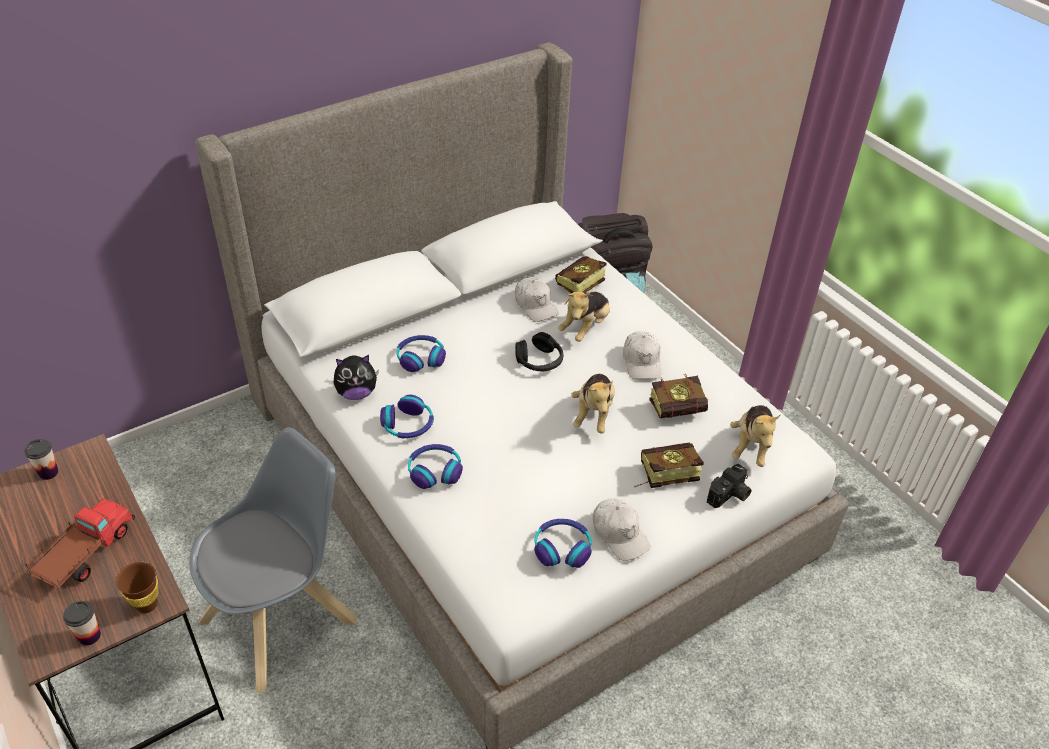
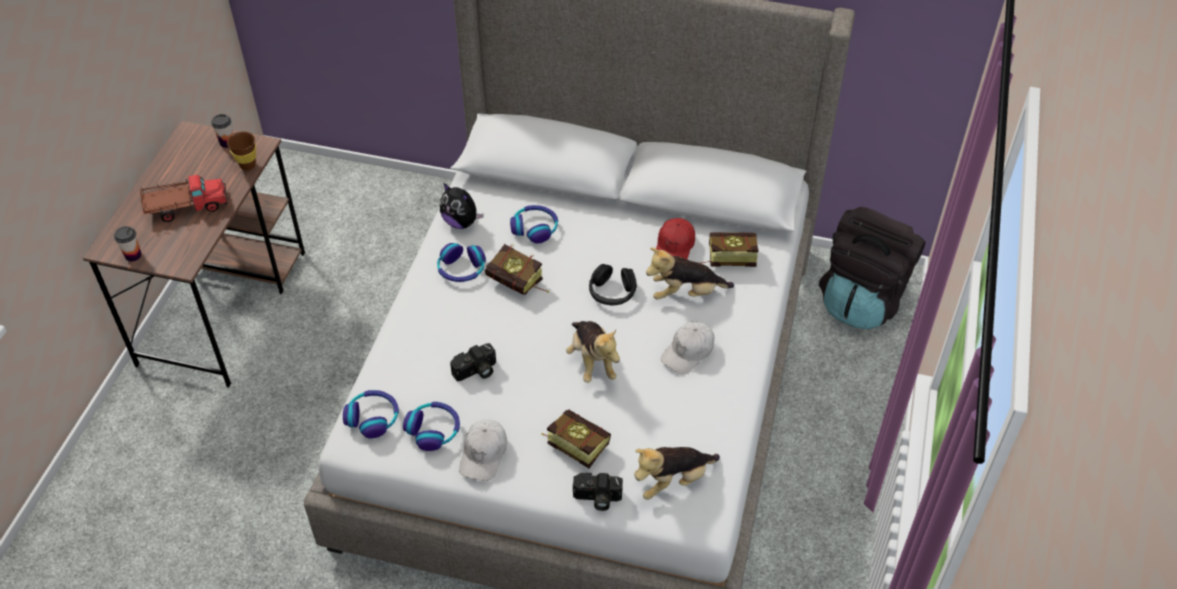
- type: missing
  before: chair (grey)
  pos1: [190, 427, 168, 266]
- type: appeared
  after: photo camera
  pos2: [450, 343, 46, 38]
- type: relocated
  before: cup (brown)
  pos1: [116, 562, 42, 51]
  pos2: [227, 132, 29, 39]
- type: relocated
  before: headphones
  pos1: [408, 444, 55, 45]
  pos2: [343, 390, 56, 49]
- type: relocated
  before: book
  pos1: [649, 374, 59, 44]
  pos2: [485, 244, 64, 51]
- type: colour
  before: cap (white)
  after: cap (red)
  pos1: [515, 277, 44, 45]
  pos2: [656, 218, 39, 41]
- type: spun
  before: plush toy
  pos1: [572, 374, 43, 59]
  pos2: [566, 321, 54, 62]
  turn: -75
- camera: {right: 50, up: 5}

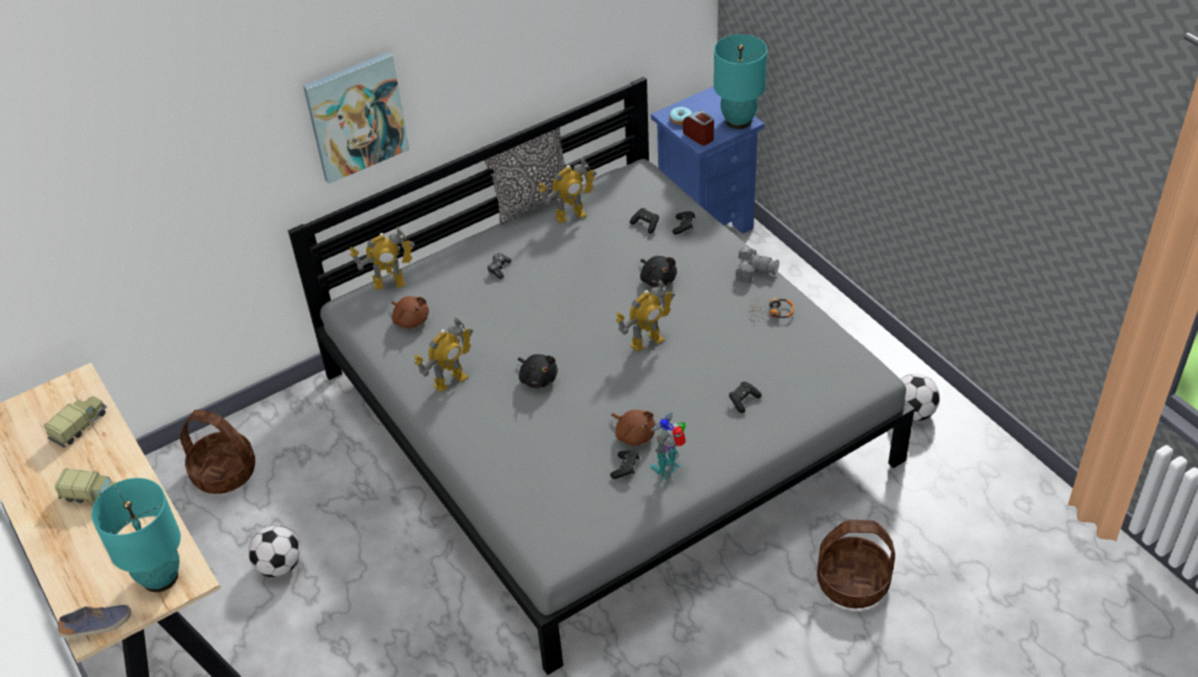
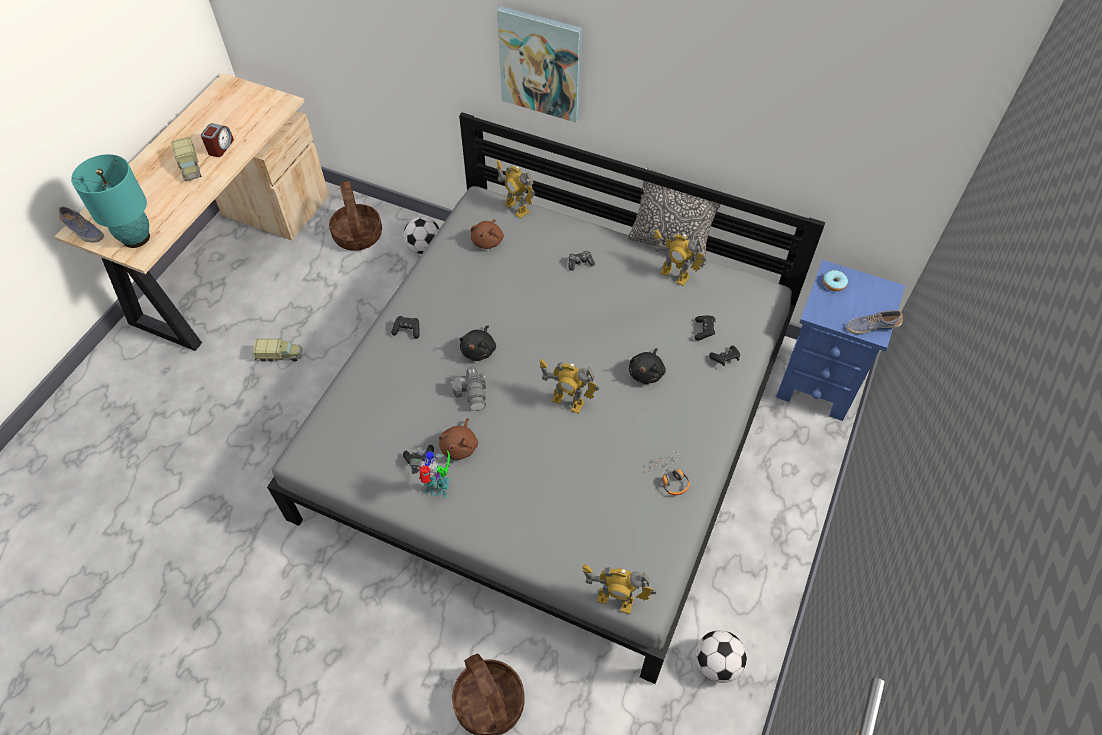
- type: relocated
  before: toy truck
  pos1: [44, 396, 63, 52]
  pos2: [253, 338, 49, 24]
- type: relocated
  before: football
  pos1: [248, 526, 52, 51]
  pos2: [403, 217, 36, 37]
- type: relocated
  before: toy robot
  pos1: [414, 317, 59, 75]
  pos2: [583, 564, 74, 50]
- type: relocated
  before: alarm clock
  pos1: [683, 110, 31, 36]
  pos2: [201, 123, 33, 34]
- type: relocated
  before: game controller (black)
  pos1: [729, 381, 32, 32]
  pos2: [391, 316, 29, 23]
- type: relocated
  before: photo camera
  pos1: [735, 247, 44, 36]
  pos2: [450, 367, 36, 44]
- type: exchanged
  before: table lamp (turquoise)
  after: shoe
  pos1: [714, 34, 53, 95]
  pos2: [846, 310, 57, 24]
- camera: {right: 55, up: 10}

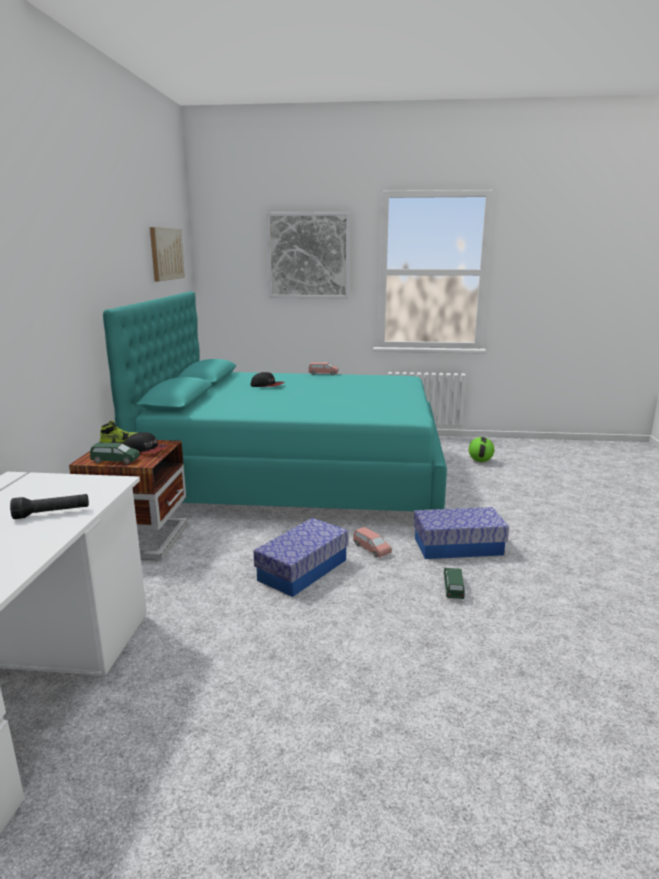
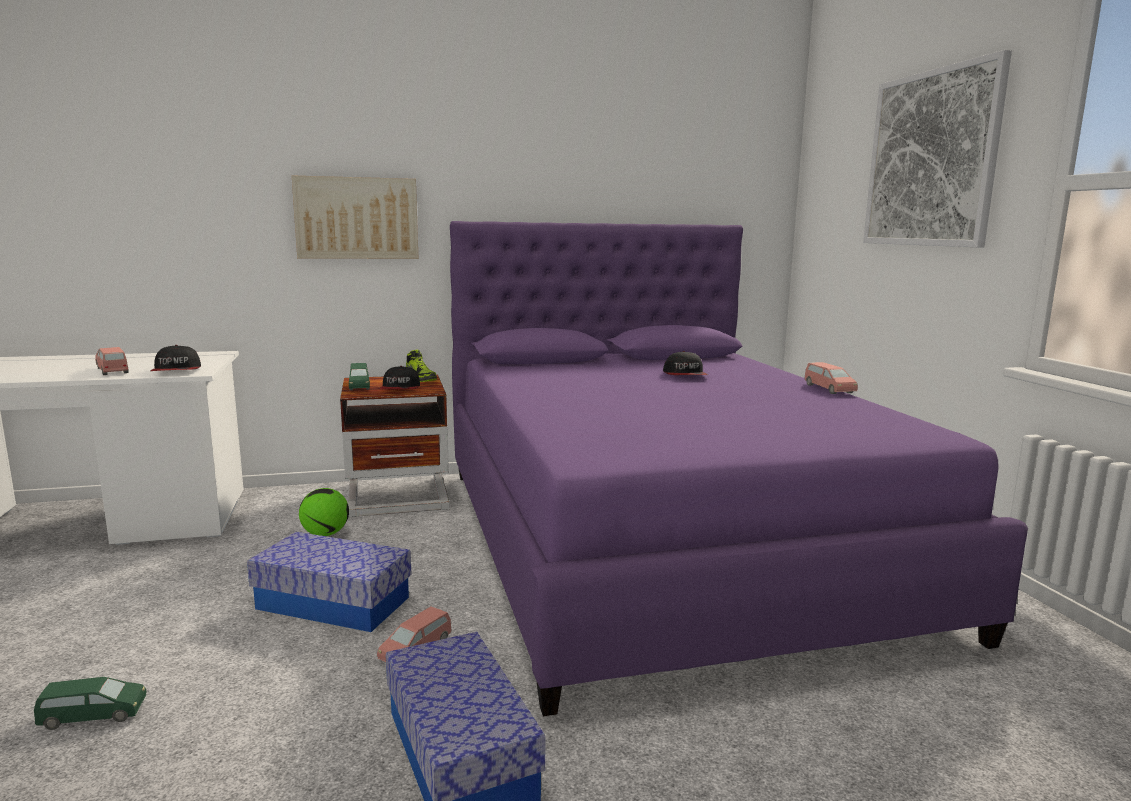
- type: appeared
  after: cap
  pos2: [150, 345, 51, 26]
- type: relocated
  before: picture
  pos1: [150, 227, 35, 54]
  pos2: [292, 175, 126, 84]
- type: relocated
  before: toy car (green)
  pos1: [444, 568, 20, 31]
  pos2: [34, 677, 113, 53]
- type: relocated
  before: football
  pos1: [469, 437, 25, 25]
  pos2: [299, 488, 50, 48]
- type: exchanged
  before: flashlight (black)
  after: toy car (pink)
  pos1: [10, 494, 79, 25]
  pos2: [95, 347, 34, 28]
- type: colour
  before: bed (turquoise)
  after: bed (purple)
  pos1: [103, 291, 344, 220]
  pos2: [450, 221, 578, 495]
- camera: {right: 70, up: -5}

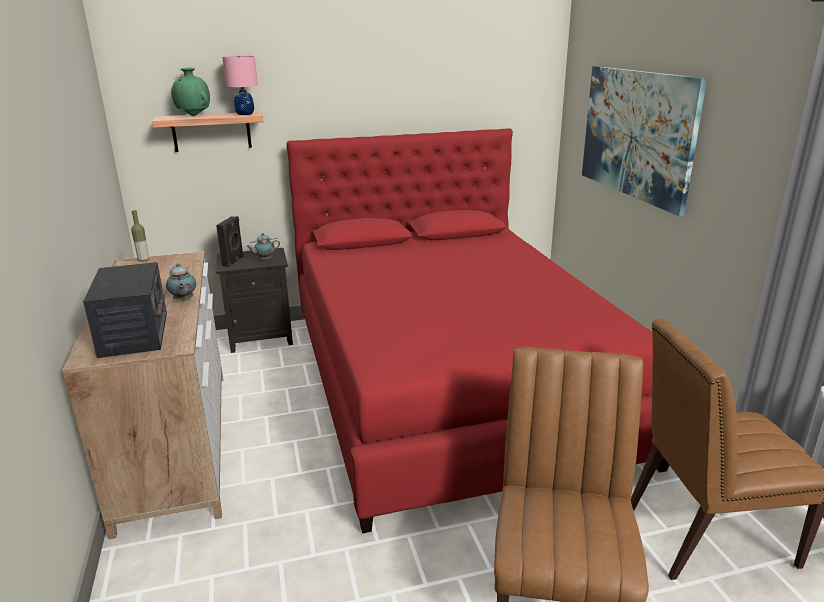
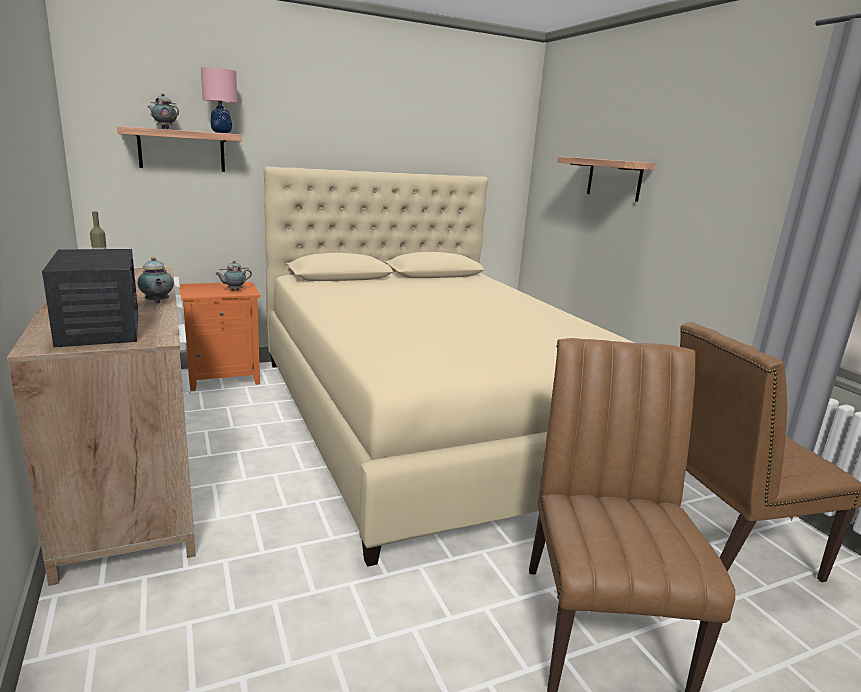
- type: missing
  before: speaker (black)
  pos1: [216, 216, 28, 51]
- type: exchanged
  before: vase (green)
  after: teapot
  pos1: [171, 68, 39, 48]
  pos2: [148, 94, 31, 35]
- type: exchanged
  before: picture
  after: shelf
  pos1: [582, 66, 125, 150]
  pos2: [557, 156, 98, 46]
- type: colour
  before: nightstand (black)
  after: nightstand (orange)
  pos1: [216, 248, 77, 105]
  pos2: [179, 282, 82, 109]
- type: colour
  before: bed (red)
  after: bed (beige)
  pos1: [286, 128, 383, 406]
  pos2: [264, 166, 371, 401]
- camera: {right: -10, up: -5}

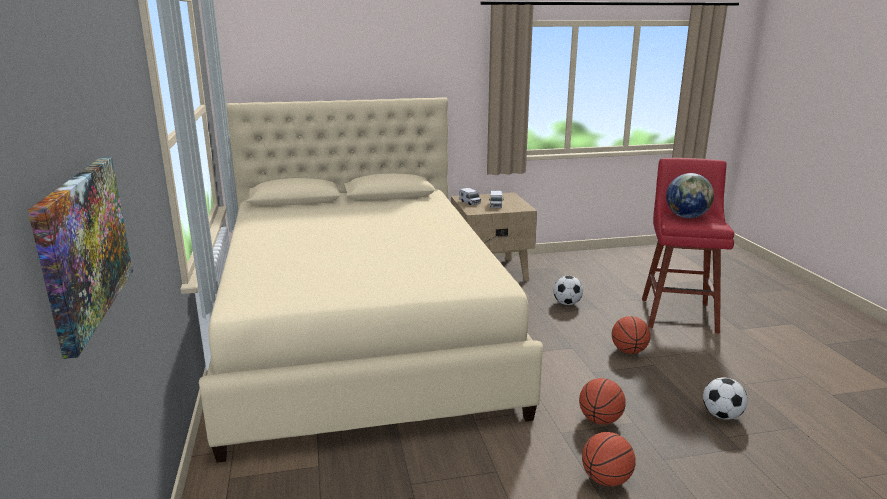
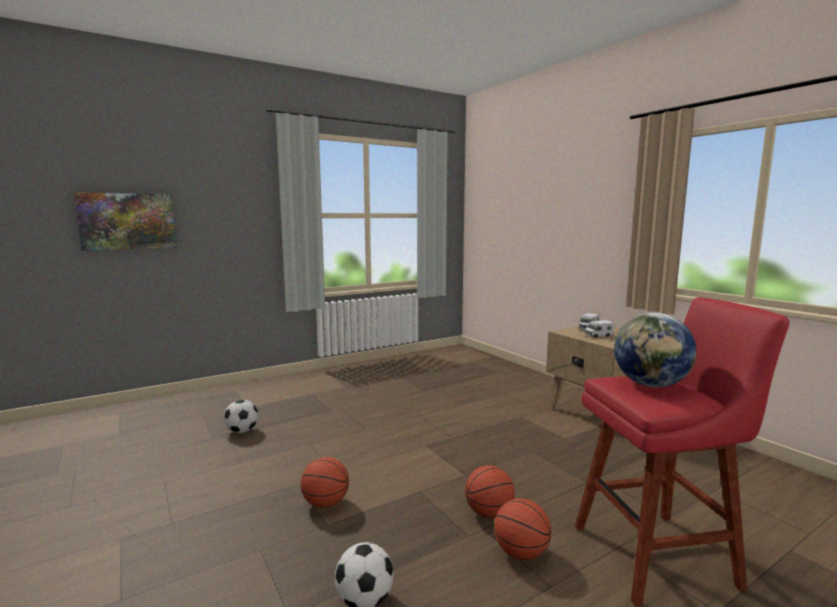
- type: missing
  before: bed (beige)
  pos1: [199, 97, 344, 366]
- type: relocated
  before: football
  pos1: [553, 276, 30, 29]
  pos2: [224, 400, 34, 33]
- type: relocated
  before: basketball
  pos1: [582, 432, 53, 55]
  pos2: [494, 498, 58, 62]
- camera: {right: 70, up: -10}

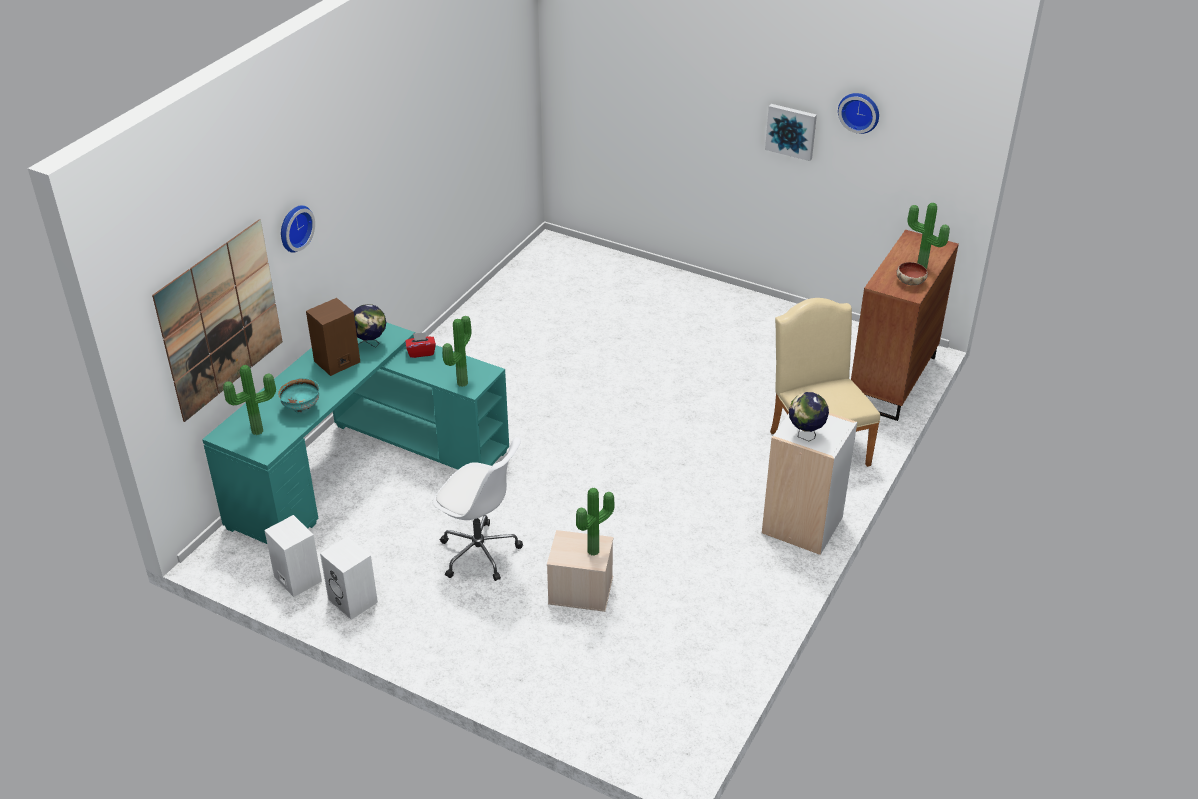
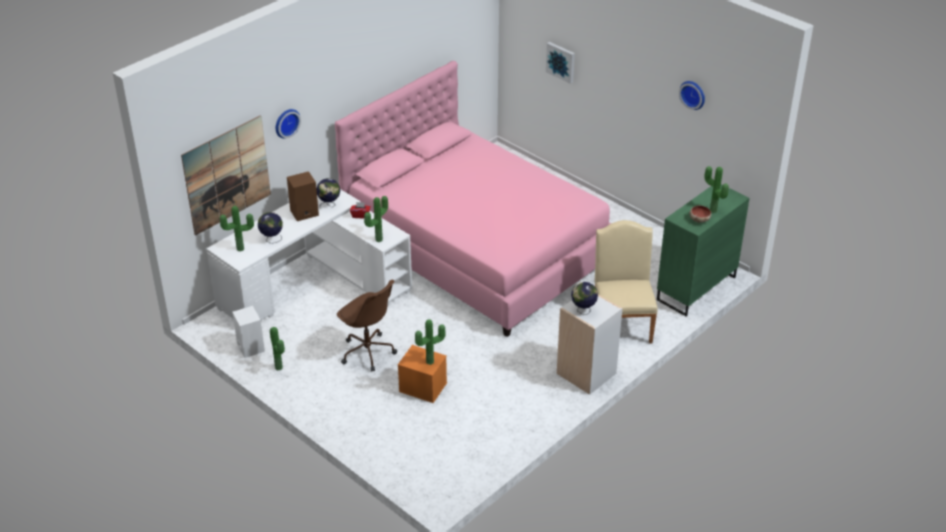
- type: appeared
  after: bed (pink)
  pos2: [335, 61, 276, 276]
- type: relocated
  before: picture
  pos1: [765, 104, 52, 57]
  pos2: [546, 42, 29, 42]
- type: exchanged
  before: bowl (turquoise)
  after: globe
  pos1: [277, 378, 43, 36]
  pos2: [258, 212, 25, 31]
- type: exchanged
  before: speaker (white)
  after: potted plant
  pos1: [320, 536, 58, 84]
  pos2: [270, 327, 15, 44]
- type: colour
  before: desk (turquoise)
  after: desk (white)
  pos1: [202, 322, 307, 222]
  pos2: [206, 187, 206, 134]
- type: colour
  before: office chair (white)
  after: office chair (brown)
  pos1: [432, 437, 91, 144]
  pos2: [337, 279, 60, 92]
- type: colour
  before: storage box (beige)
  after: storage box (orange)
  pos1: [547, 530, 67, 82]
  pos2: [398, 345, 49, 58]
- type: colour
  before: dresser (brown)
  after: dresser (green)
  pos1: [851, 230, 108, 191]
  pos2: [657, 184, 93, 133]
- camera: {right: 15, up: 0}

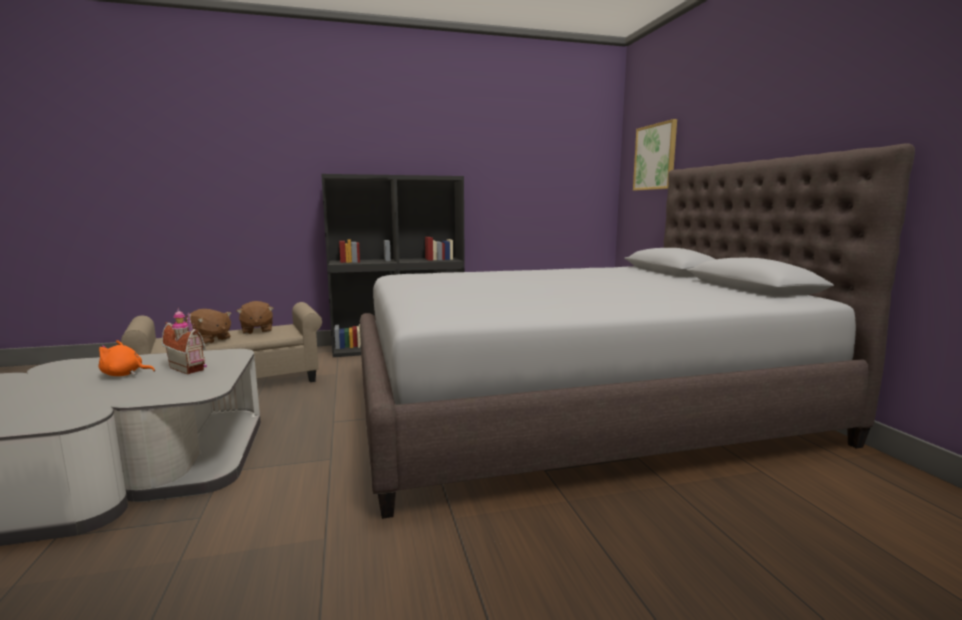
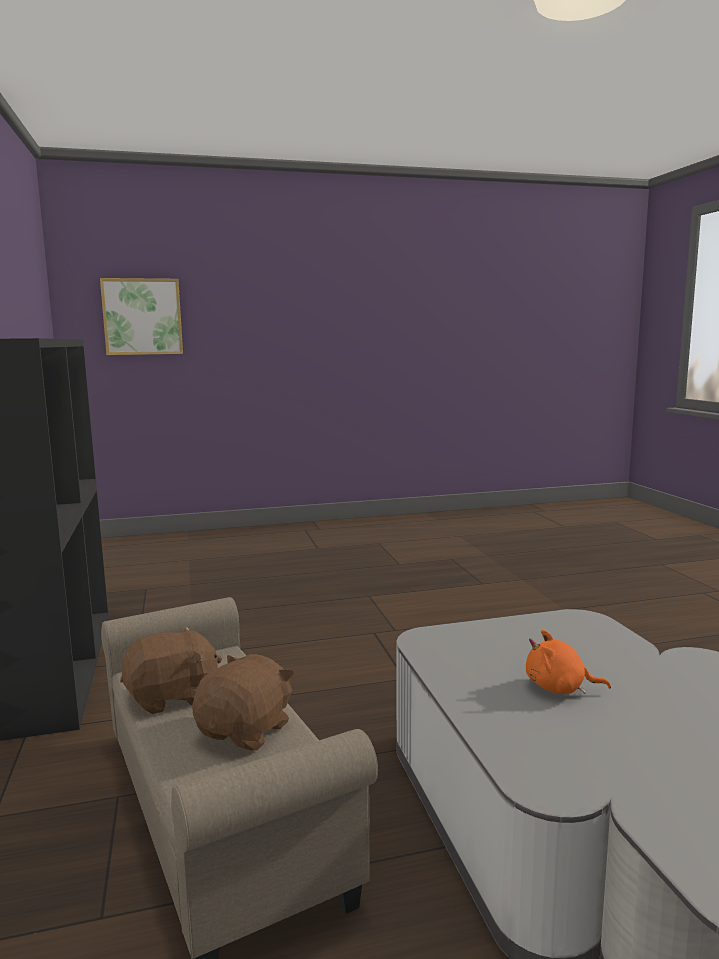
- type: missing
  before: toy house
  pos1: [162, 308, 45, 67]
- type: missing
  before: bed (grey)
  pos1: [360, 143, 555, 376]
- type: spun
  before: plush toy (orange)
  pos1: [99, 340, 56, 36]
  pos2: [526, 630, 85, 64]
  turn: 105
- camera: {right: -90, up: 0}

